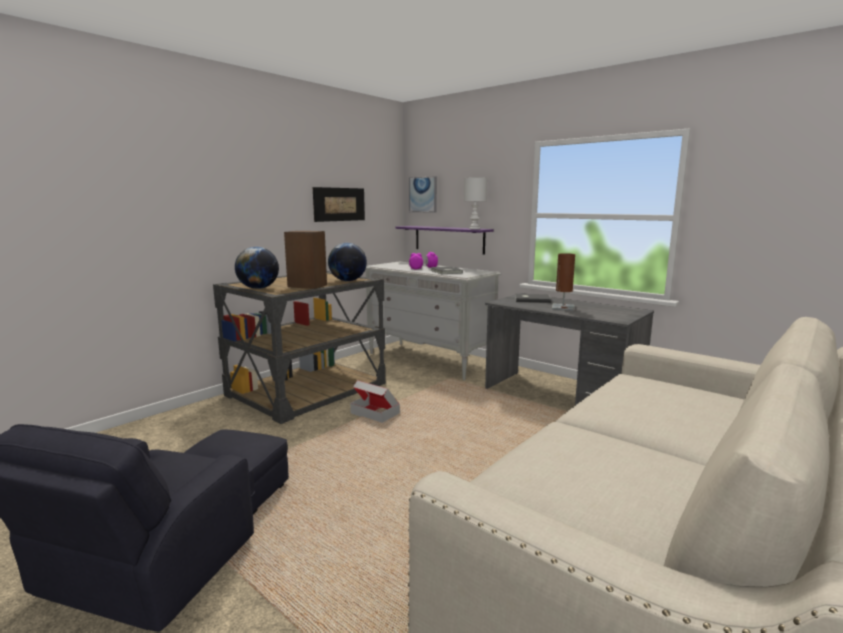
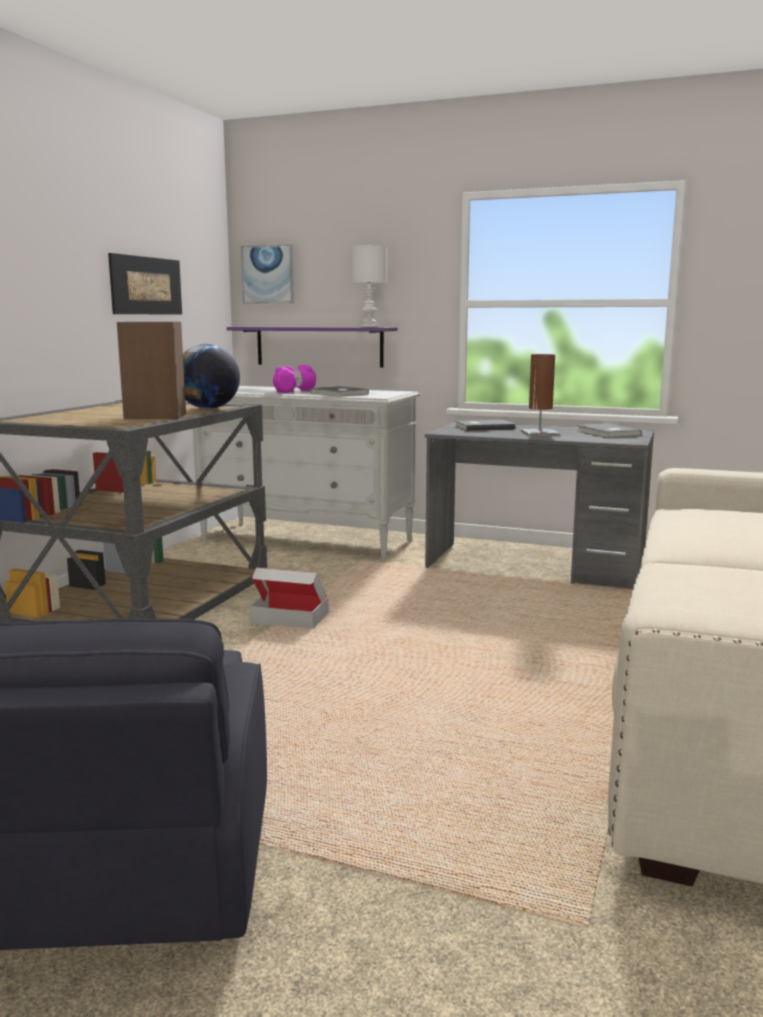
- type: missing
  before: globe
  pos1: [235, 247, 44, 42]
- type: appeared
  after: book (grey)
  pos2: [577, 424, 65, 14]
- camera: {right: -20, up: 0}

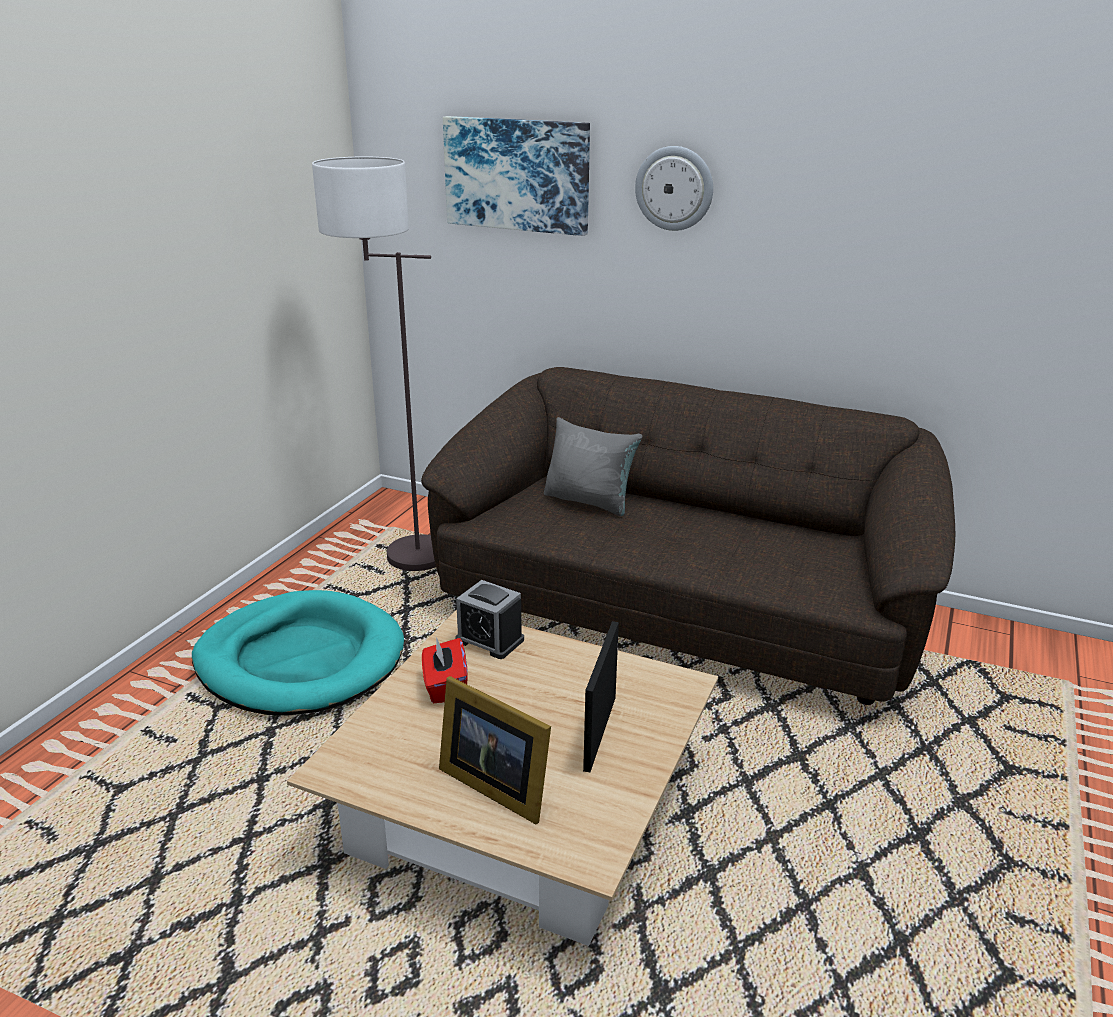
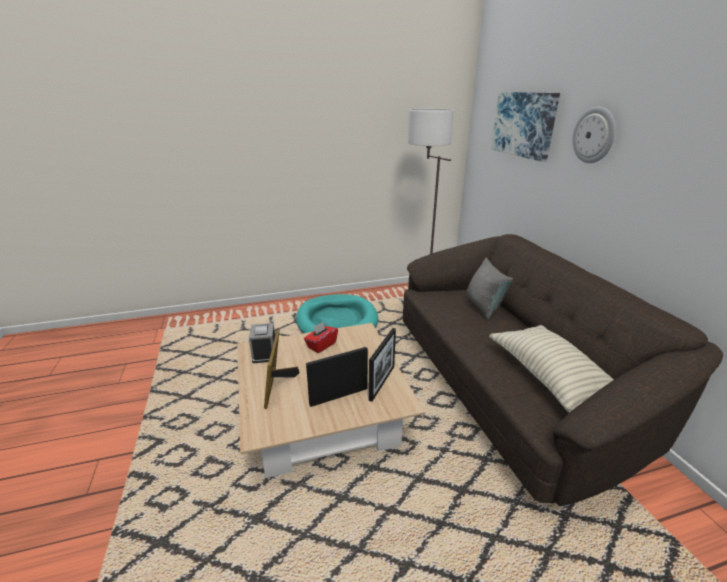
- type: appeared
  after: picture frame
  pos2: [369, 328, 27, 74]
- type: appeared
  after: pillow
  pos2: [489, 325, 125, 88]
- type: relocated
  before: alarm clock
  pos1: [455, 580, 69, 79]
  pos2: [249, 323, 26, 40]
- camera: {right: 50, up: 0}

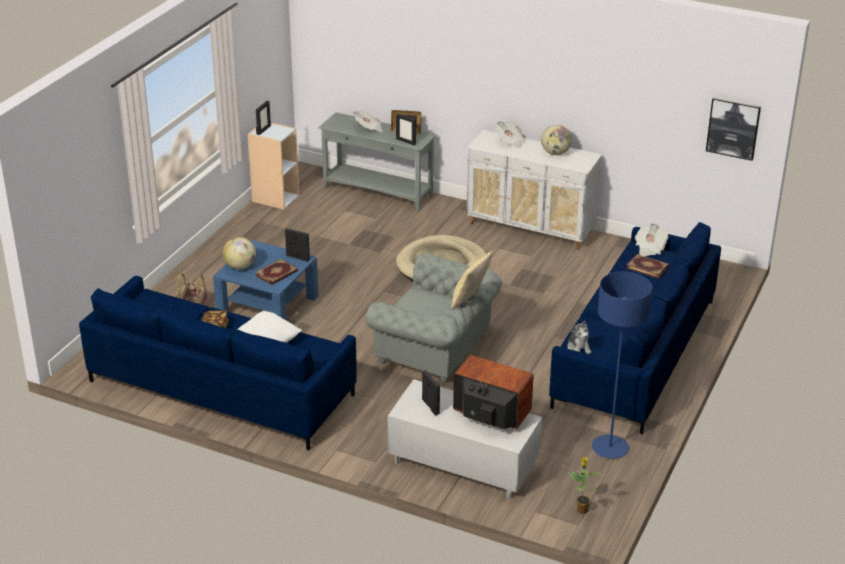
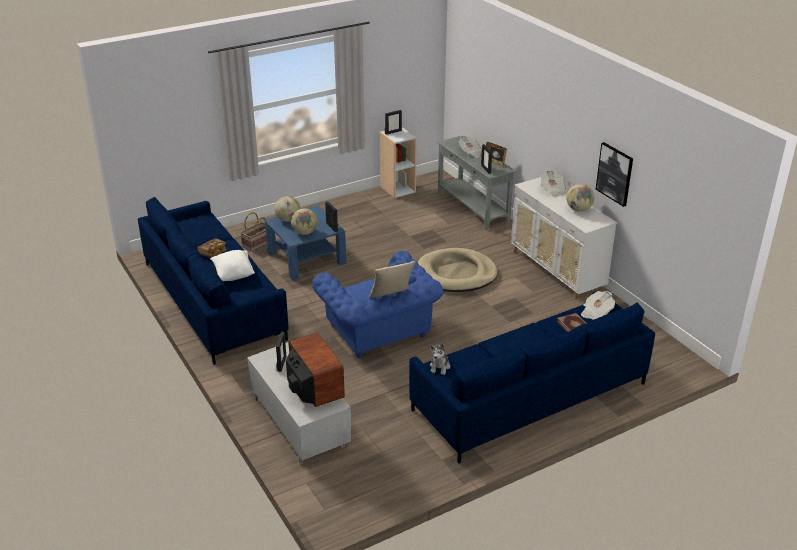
- type: missing
  before: potted plant
  pos1: [569, 457, 33, 57]
- type: missing
  before: floor lamp (blue)
  pos1: [592, 272, 60, 186]
- type: relocated
  before: picture
  pos1: [706, 97, 55, 64]
  pos2: [596, 142, 37, 65]
- type: exchanged
  before: book
  after: globe
  pos1: [255, 259, 43, 26]
  pos2: [291, 208, 27, 27]
- type: colour
  before: armchair (grey)
  after: armchair (blue)
  pos1: [366, 252, 136, 131]
  pos2: [312, 251, 132, 107]
- camera: {right: 35, up: 0}

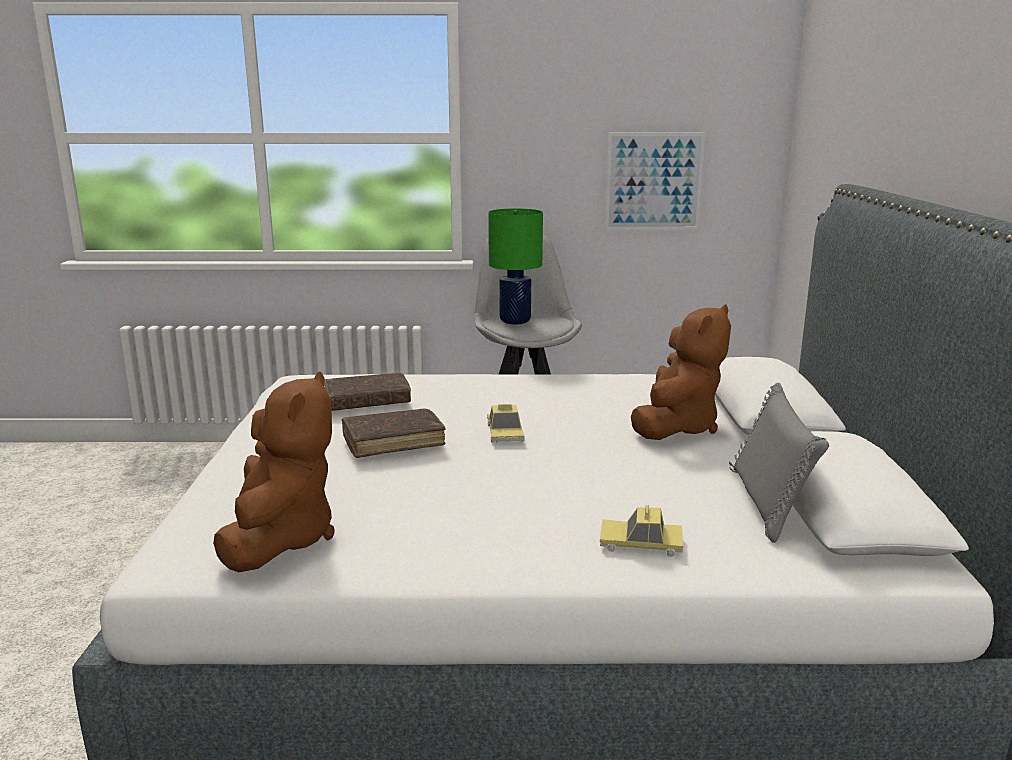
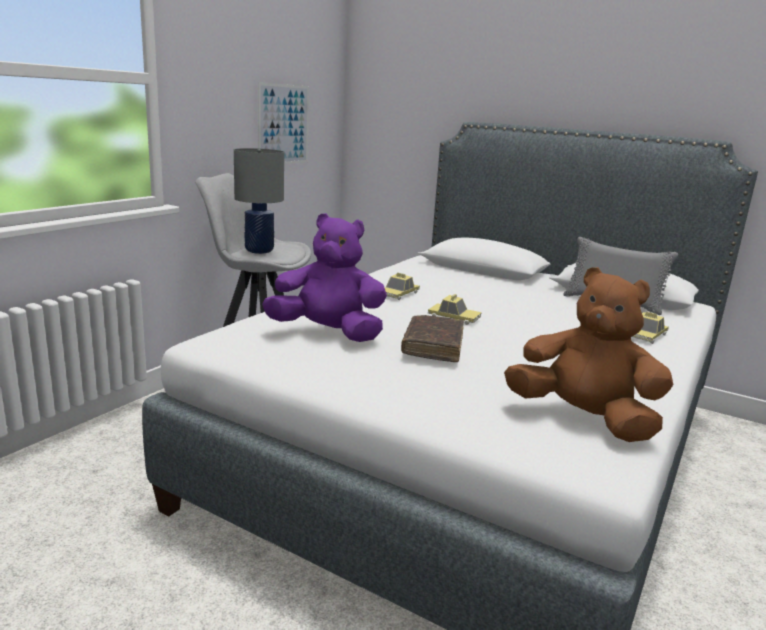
- type: missing
  before: plush toy (brown)
  pos1: [631, 304, 100, 136]
- type: appeared
  after: toy car
  pos2: [385, 273, 35, 27]
- type: exchanged
  before: book (brown)
  after: plush toy (purple)
  pos1: [324, 373, 87, 38]
  pos2: [262, 213, 125, 129]
- type: colour
  before: table lamp (green)
  after: table lamp (grey)
  pos1: [488, 208, 55, 117]
  pos2: [234, 148, 50, 106]
- camera: {right: -60, up: 0}

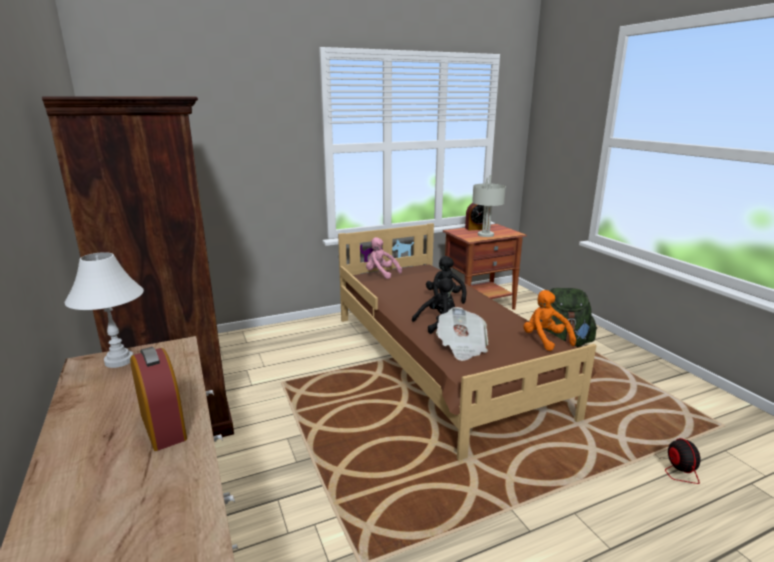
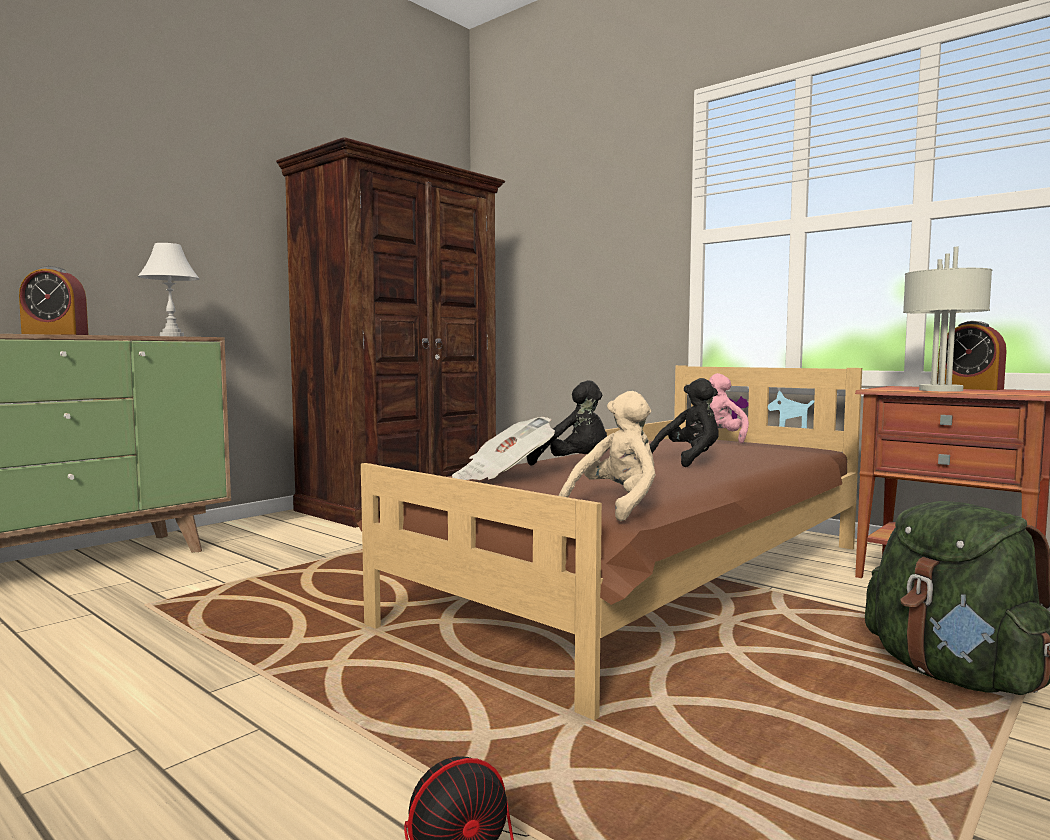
- type: colour
  before: plush toy (orange)
  after: plush toy (beige)
  pos1: [523, 290, 53, 61]
  pos2: [559, 391, 97, 130]
- type: spun
  before: alarm clock
  pos1: [130, 347, 57, 104]
  pos2: [19, 266, 69, 69]
  turn: 60
- camera: {right: 65, up: -15}

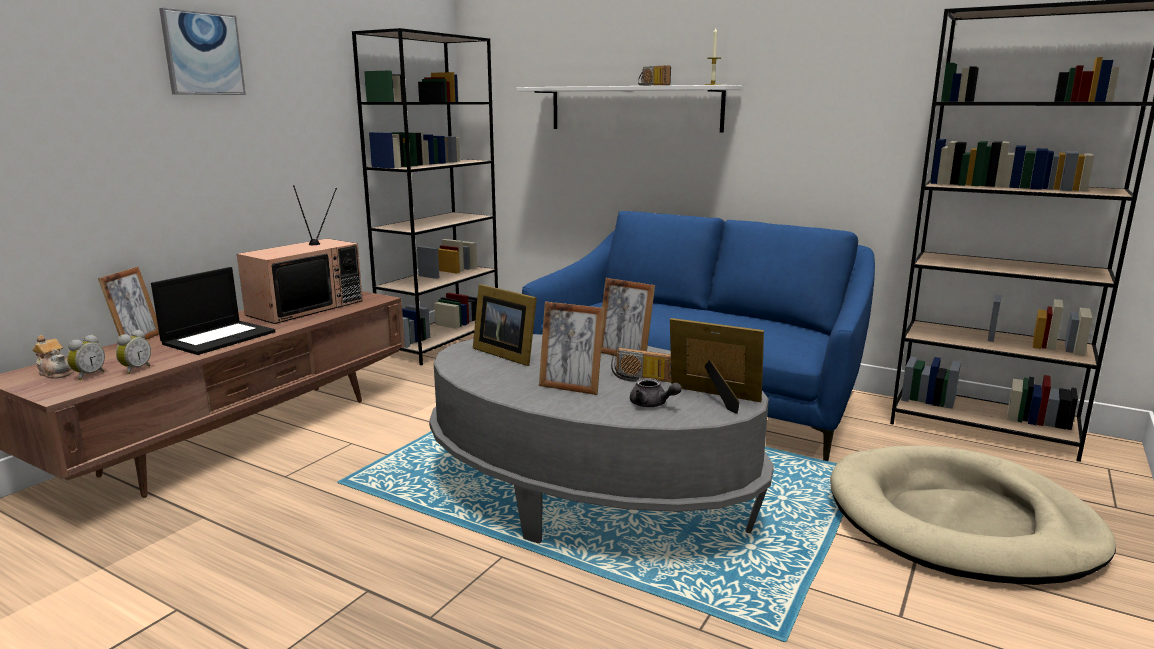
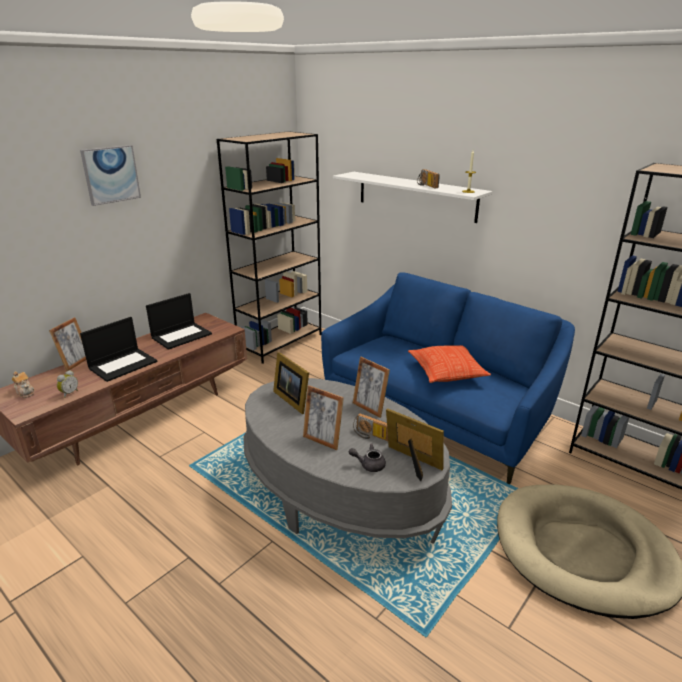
- type: missing
  before: alarm clock
  pos1: [67, 335, 38, 45]
- type: appeared
  after: pillow (orange)
  pos2: [408, 345, 83, 38]
- type: exchanged
  before: television
  after: laptop
  pos1: [237, 185, 126, 139]
  pos2: [146, 293, 66, 57]
- type: spun
  before: teapot (grey)
  pos1: [630, 378, 52, 29]
  pos2: [349, 443, 37, 29]
  turn: 135
- camera: {right: 10, up: 10}

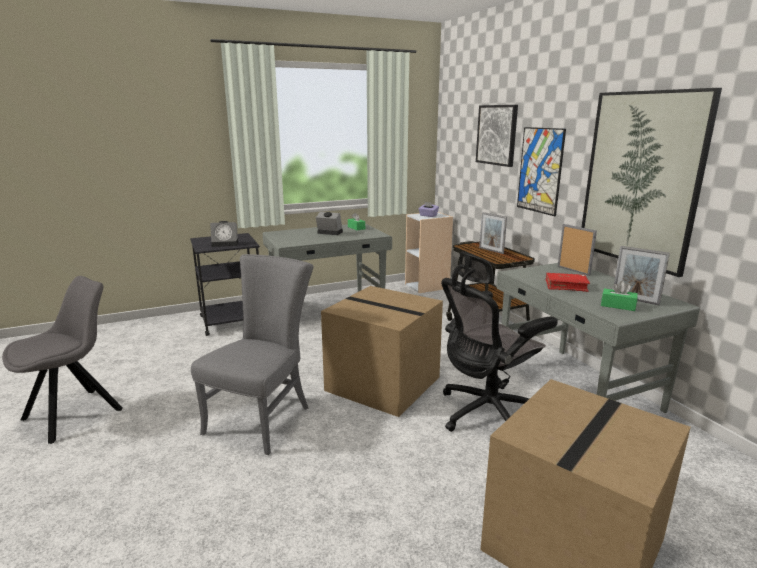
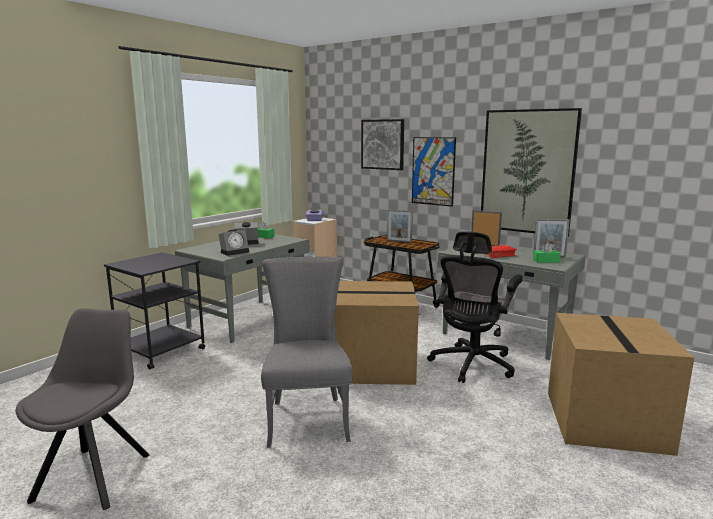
- type: relocated
  before: alarm clock
  pos1: [210, 221, 28, 26]
  pos2: [219, 229, 30, 27]
- camera: {right: -30, up: -5}

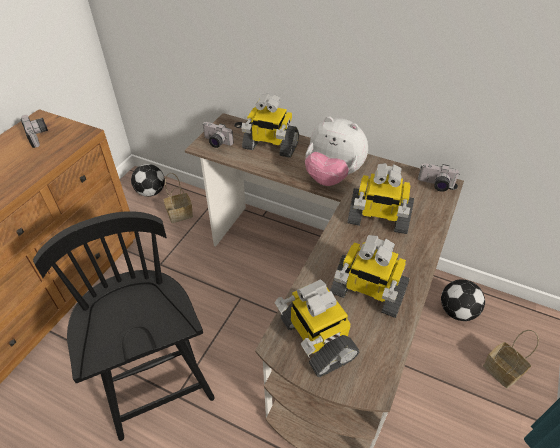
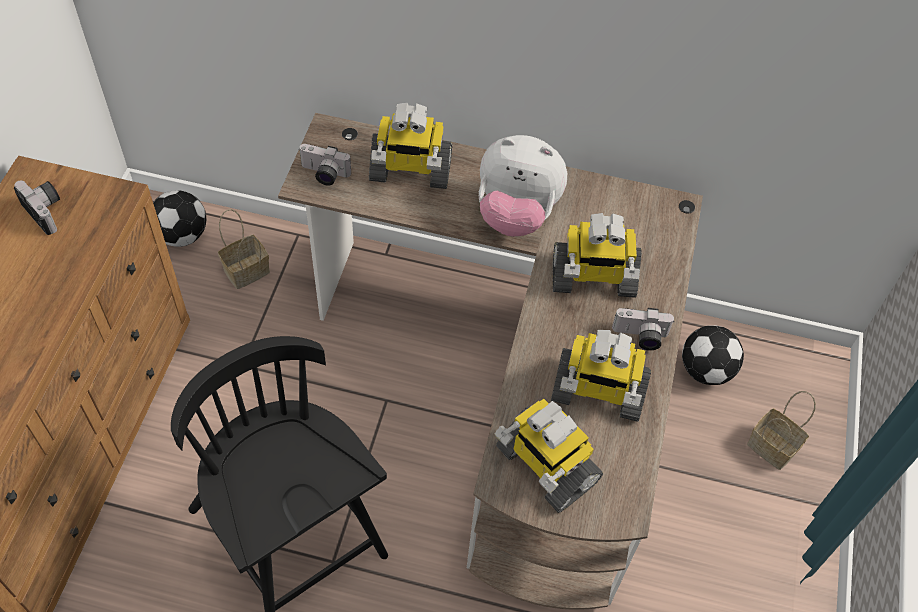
- type: relocated
  before: photo camera
  pos1: [418, 163, 42, 29]
  pos2: [612, 308, 63, 42]
- camera: {right: -15, up: 10}

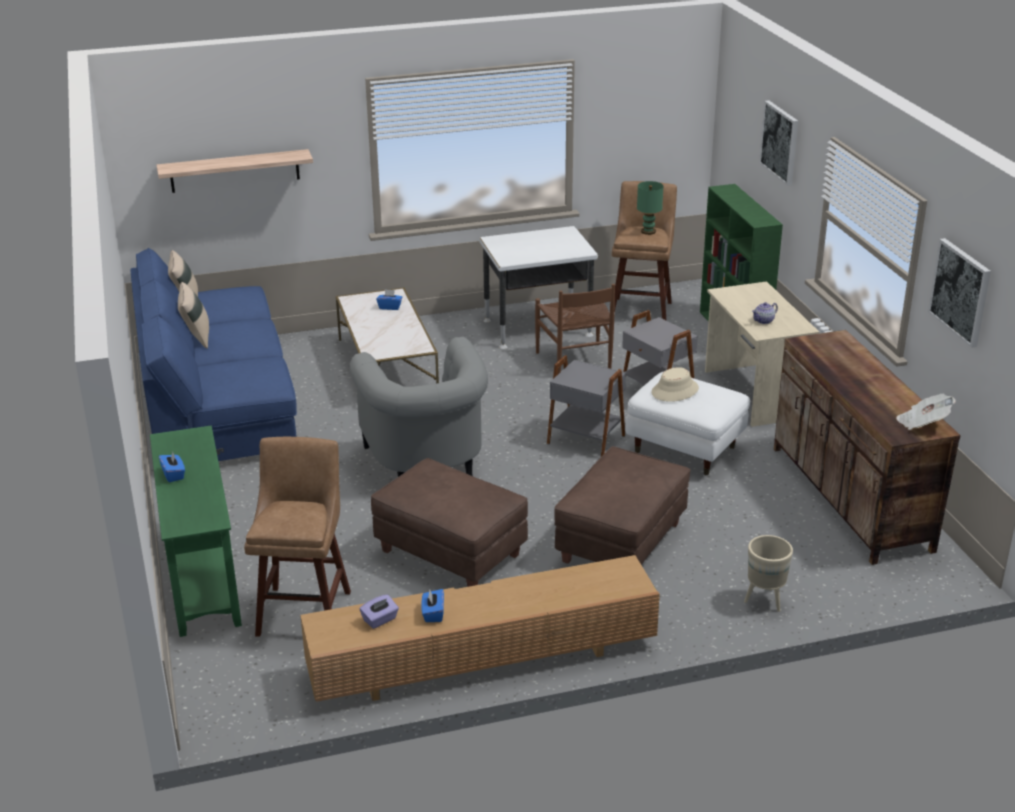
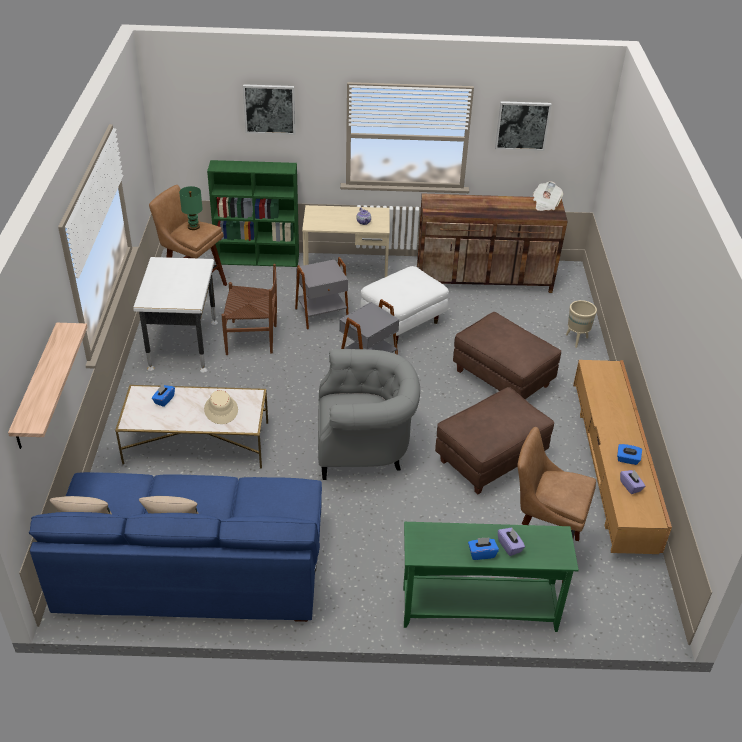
- type: appeared
  after: tissue box (purple)
  pos2: [498, 528, 27, 28]
- type: relocated
  before: hat (beige)
  pos1: [652, 367, 47, 35]
  pos2: [204, 390, 34, 34]
- camera: {right: -75, up: 10}

